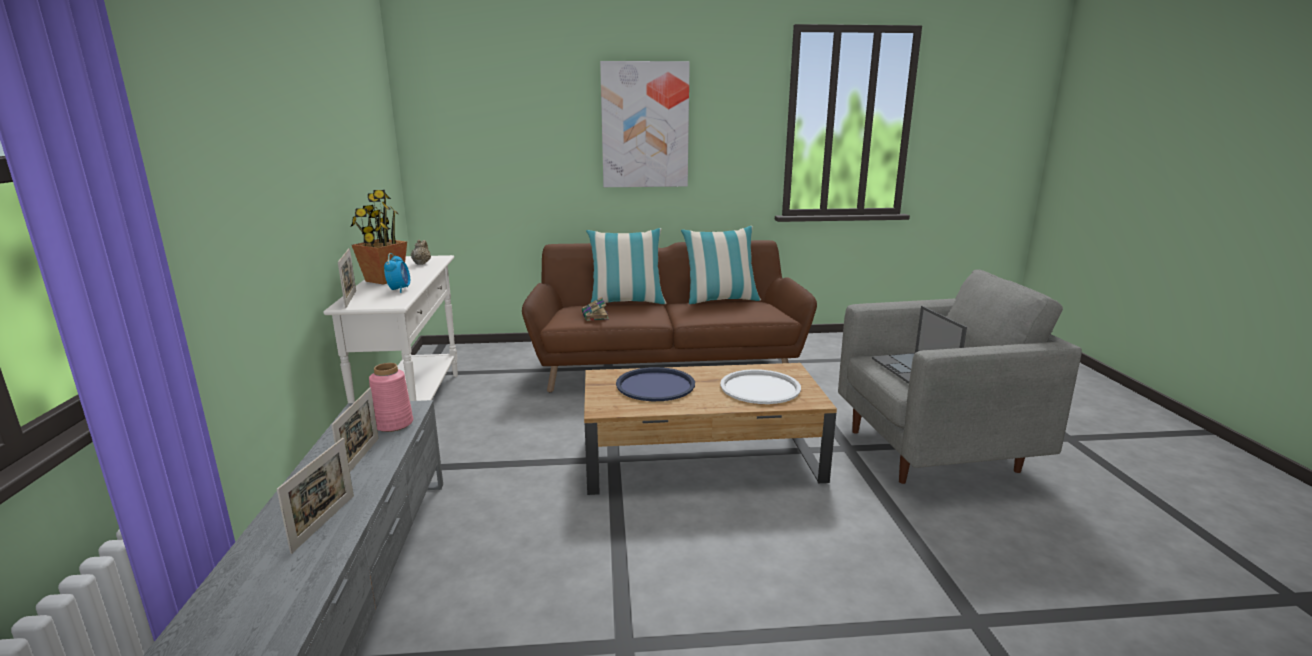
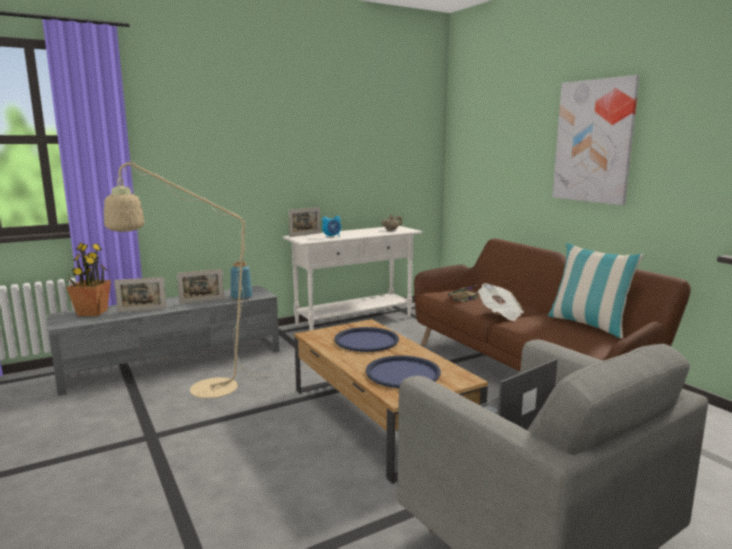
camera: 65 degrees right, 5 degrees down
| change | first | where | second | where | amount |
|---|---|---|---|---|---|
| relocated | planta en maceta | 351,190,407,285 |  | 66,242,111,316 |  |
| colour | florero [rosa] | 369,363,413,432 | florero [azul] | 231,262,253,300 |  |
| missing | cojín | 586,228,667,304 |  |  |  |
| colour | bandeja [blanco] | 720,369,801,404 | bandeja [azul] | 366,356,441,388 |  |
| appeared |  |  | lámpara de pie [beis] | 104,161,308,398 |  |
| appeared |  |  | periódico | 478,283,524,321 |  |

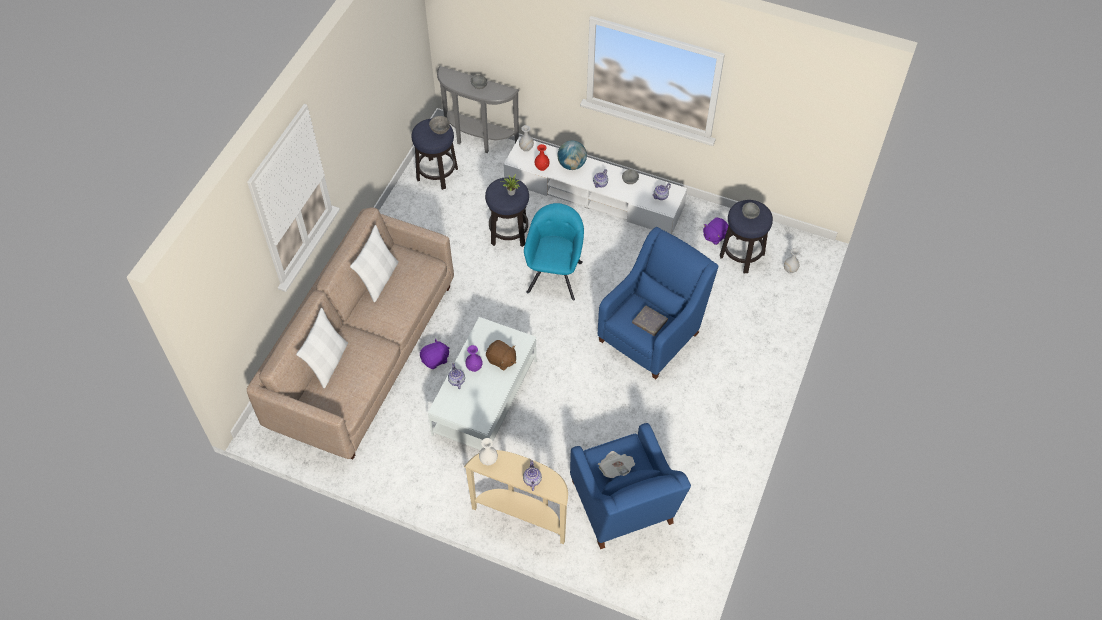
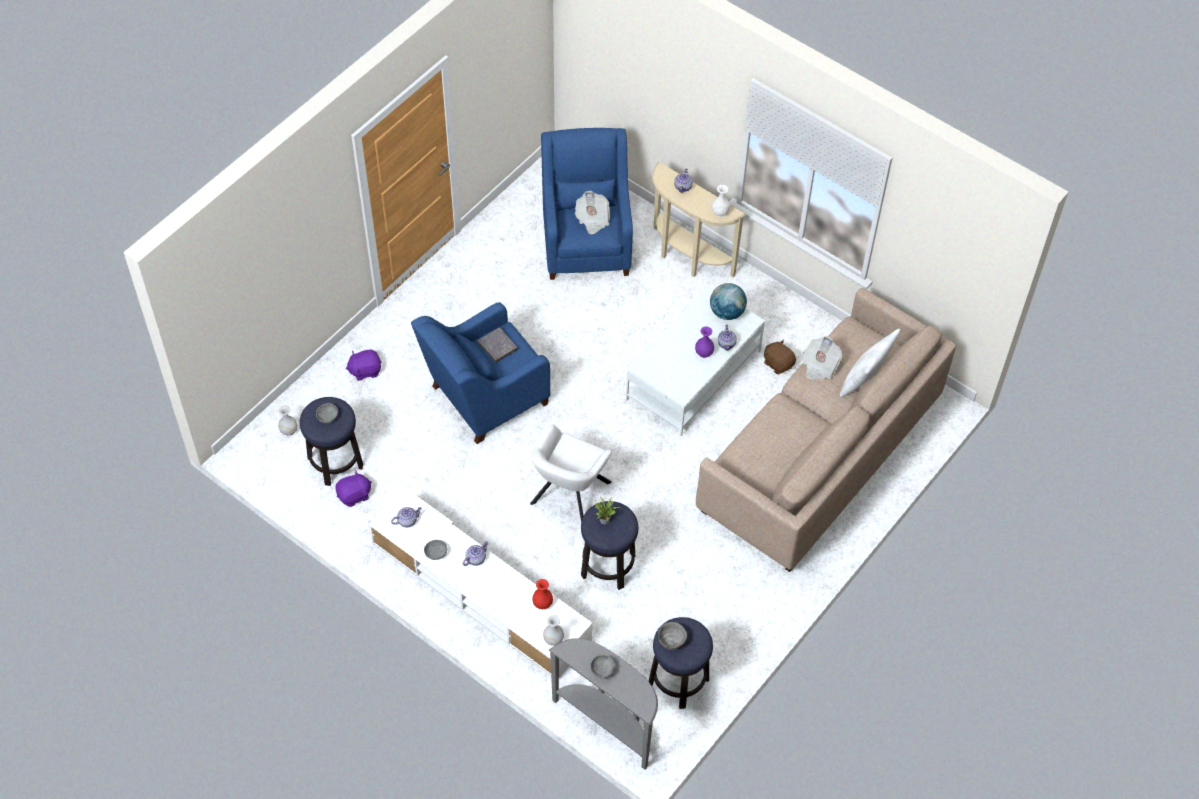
camera: 165 degrees left, 0 degrees up
| change | first | where | second | where | amount |
|---|---|---|---|---|---|
| missing | cojín [blanco] | 350,225,399,302 |  |  |  |
| relocated | peluche [morado] | 420,338,449,369 |  | 346,349,381,381 |  |
| relocated | peluche [marrón] | 486,340,516,371 |  | 764,340,796,374 |  |
| colour | sillón [turquesa] | 524,203,584,300 | sillón [blanco] | 530,424,612,522 |  |
| relocated | globo terráqueo | 557,141,587,170 |  | 710,283,747,320 |  |
| appeared |  |  | periódico | 803,336,842,380 |  |

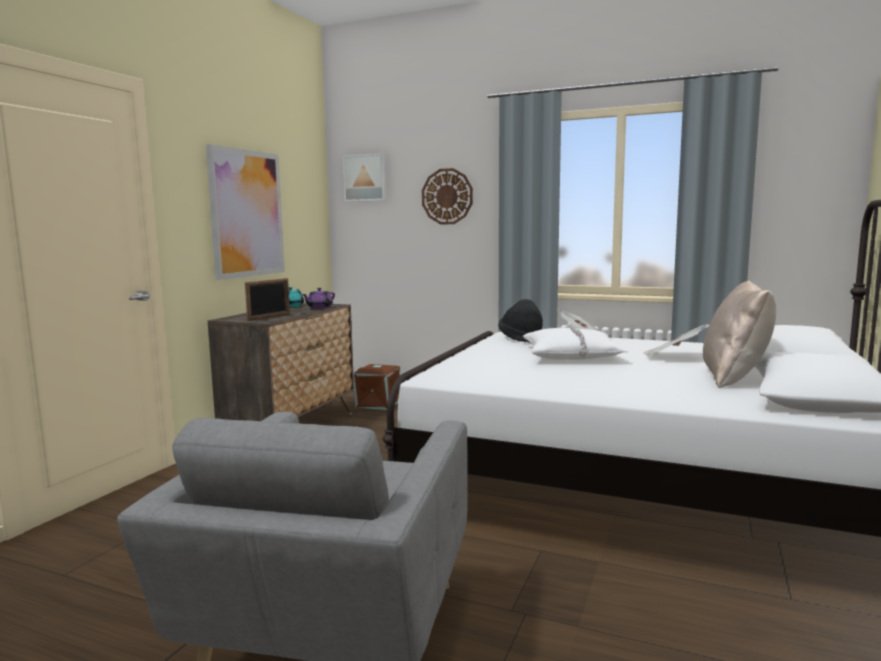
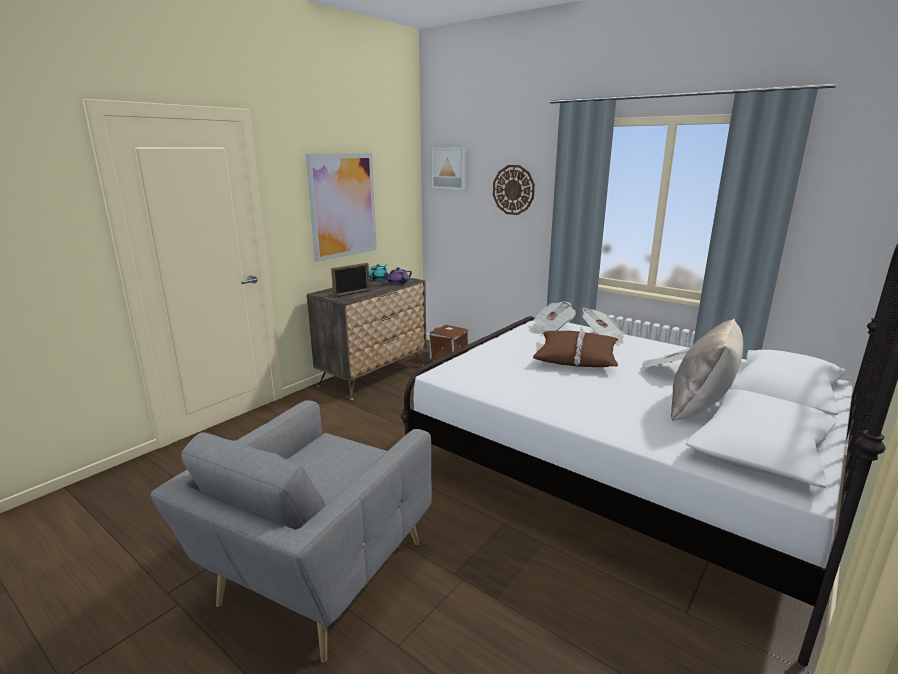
camera: 15 degrees right, 10 degrees up
| change | first | where | second | where | amount |
|---|---|---|---|---|---|
| exchanged | sombrero [negro] | 498,299,543,343 | periódico | 529,301,576,334 |  |
| colour | cojín [blanco] | 523,322,629,360 | cojín [marrón] | 533,327,618,367 |  |

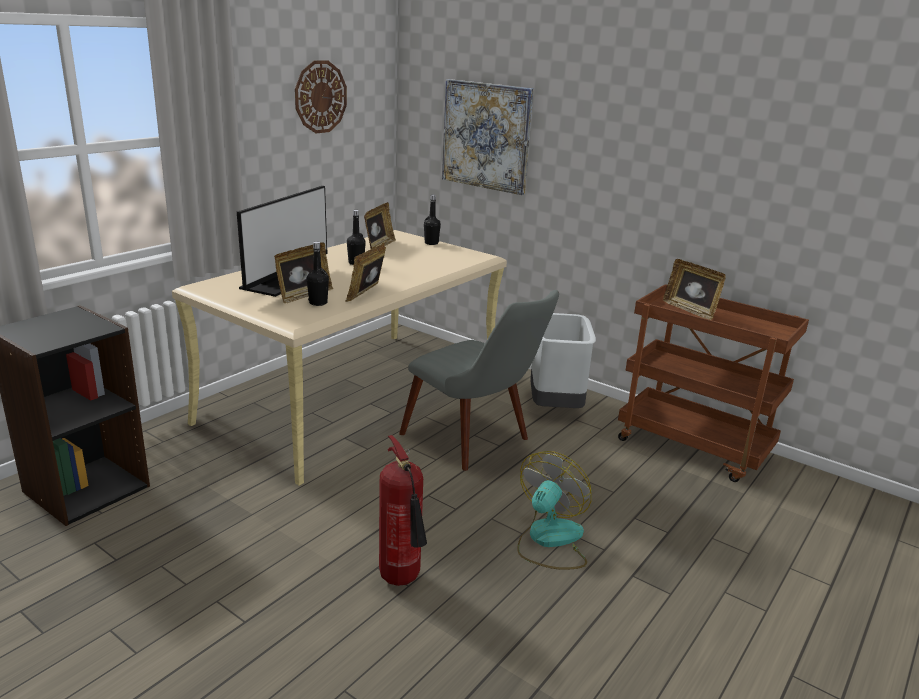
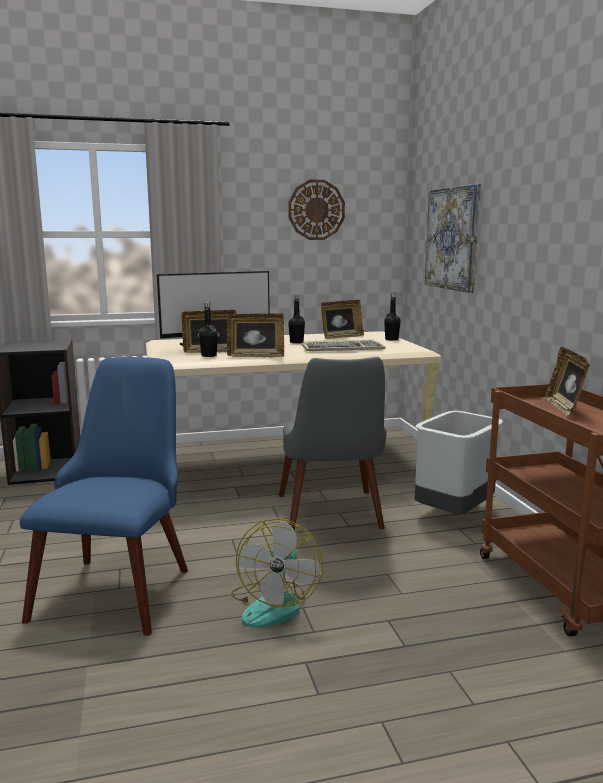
camera: 40 degrees right, 10 degrees down
| change | first | where | second | where | amount |
|---|---|---|---|---|---|
| spun | portarretratos | 345,242,386,302 |  | 227,313,284,357 | 150 degrees counterclockwise |
| exchanged | extintor | 379,435,427,586 | silla [azul] | 20,357,188,636 |  |
| spun | ventilador | 517,451,592,570 |  | 231,518,323,628 | 120 degrees clockwise |
| appeared |  |  | teclado | 302,340,385,351 |  |

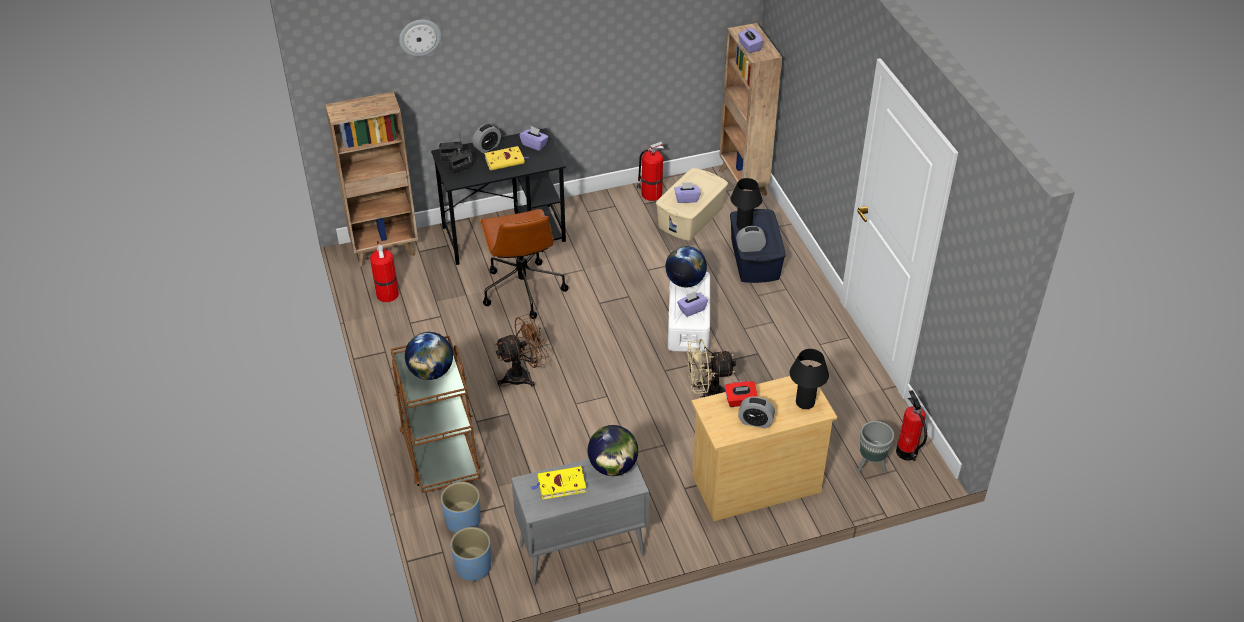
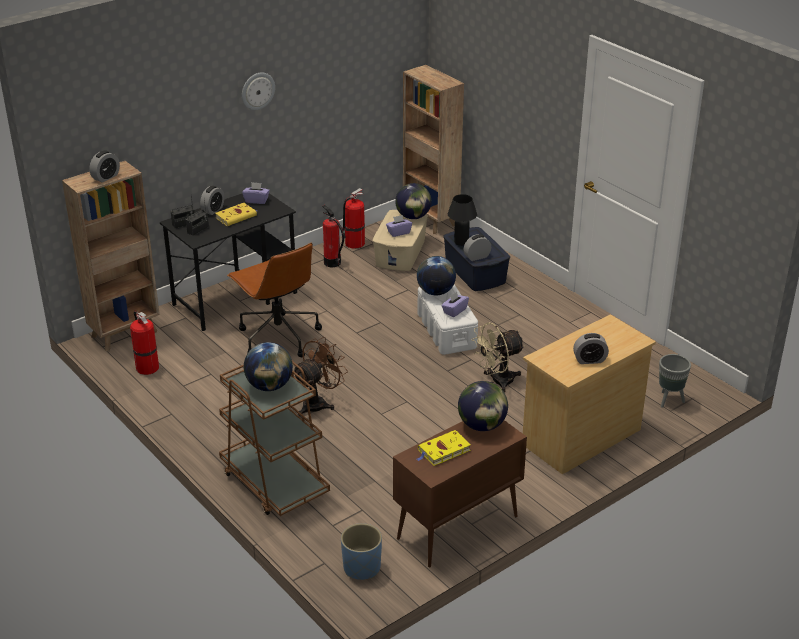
camera: 20 degrees left, 10 degrees down
| change | first | where | second | where | amount |
|---|---|---|---|---|---|
| relocated | reloj de pared | 399,20,441,56 |  | 242,73,275,110 |  |
| missing | maceta [azul] | 441,482,481,533 |  |  |  |
| colour | armario [gris] | 511,459,649,586 | armario [marrón] | 393,420,527,568 |  |
| missing | caja de pañuelos [rojo] | 724,381,758,407 |  |  |  |
| missing | caja de pañuelos [morado] | 738,28,763,53 |  |  |  |
| missing | lámpara de mesa [negro] | 790,349,829,409 |  |  |  |
| relocated | extintor | 896,390,927,461 |  | 322,205,344,267 |  |
| appeared |  |  | despertador | 89,150,120,183 |  |
| appeared |  |  | globo terráqueo | 395,183,431,219 |  |

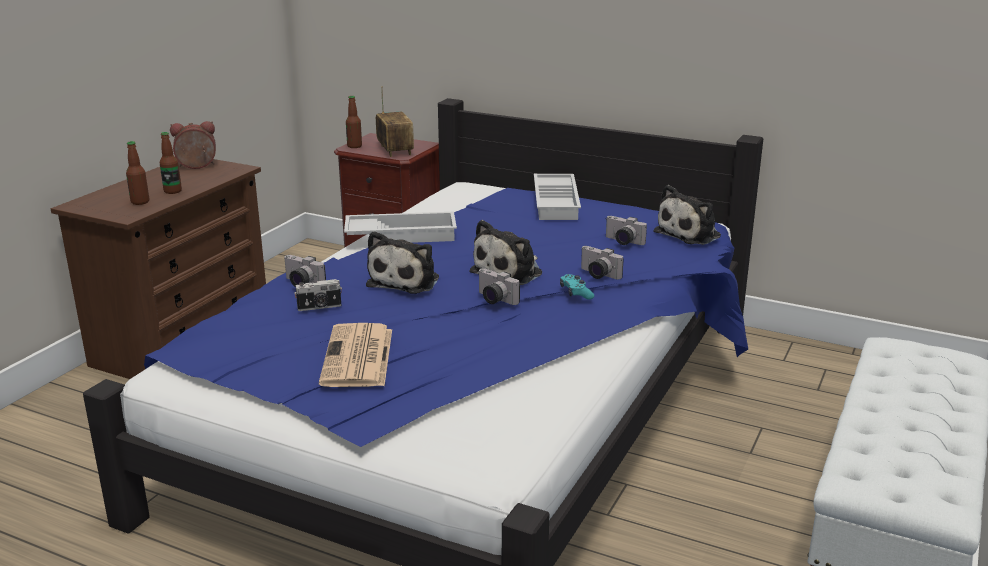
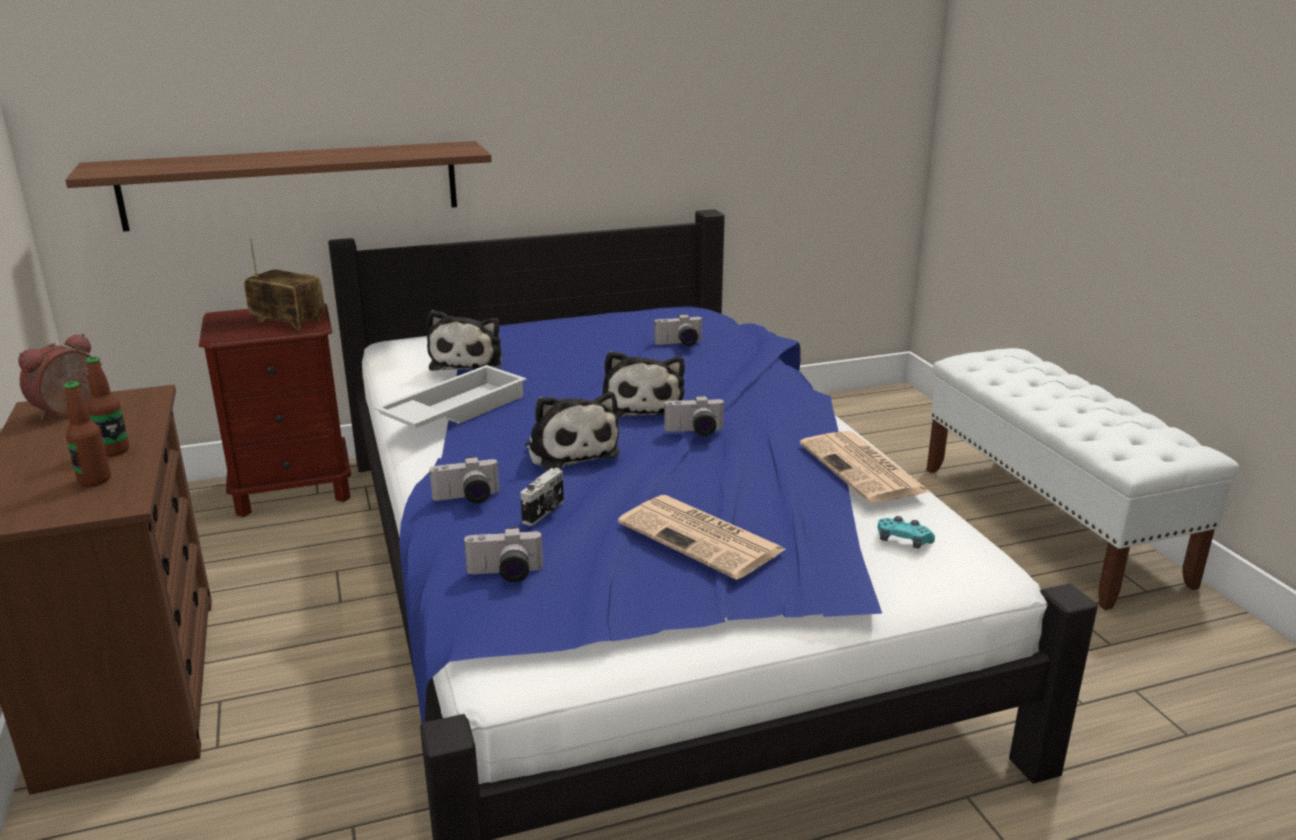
camera: 45 degrees left, 0 degrees up
| change | first | where | second | where | amount |
|---|---|---|---|---|---|
| missing | botella | 346,96,362,148 |  |  |  |
| missing | bandeja [blanco] | 534,174,581,220 |  |  |  |
| relocated | mando de consola [turquesa] | 560,274,594,300 |  | 878,516,935,549 |  |
| relocated | cámara | 581,246,624,279 |  | 463,527,543,582 |  |
| relocated | peluche | 653,185,721,245 |  | 427,310,502,371 |  |
| appeared |  |  | estante | 65,141,492,232 |  |
| appeared |  |  | periódico | 800,431,930,503 |  |

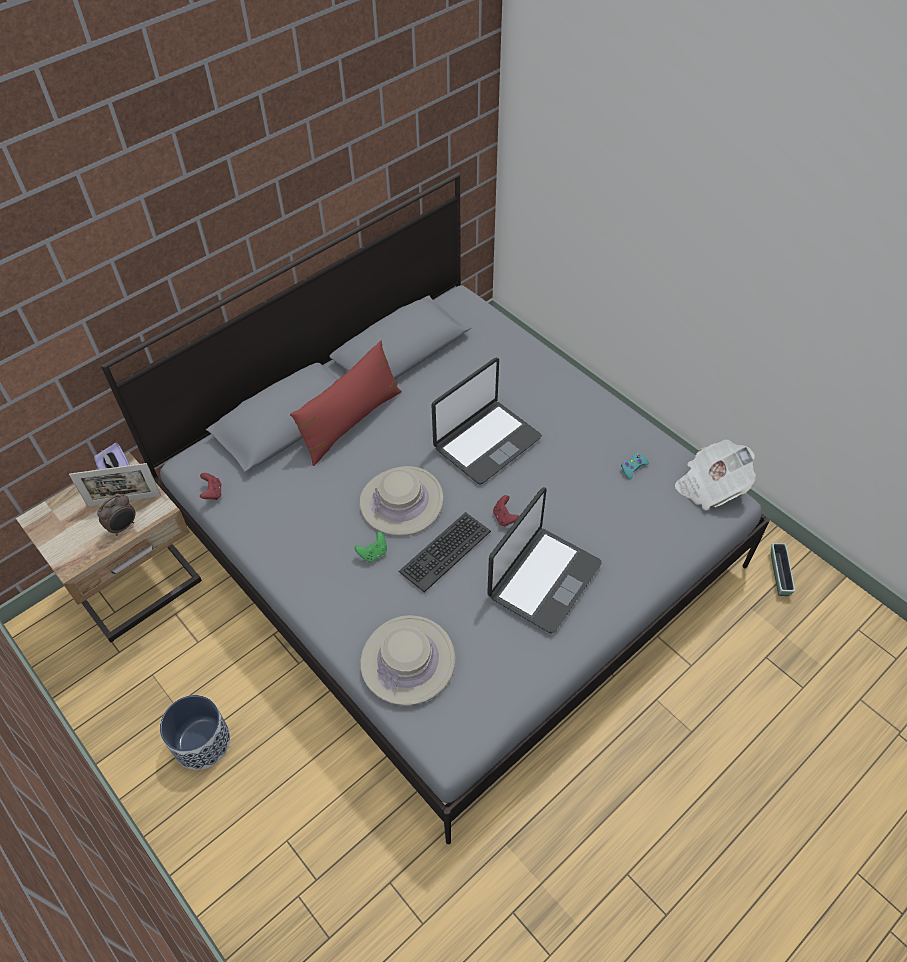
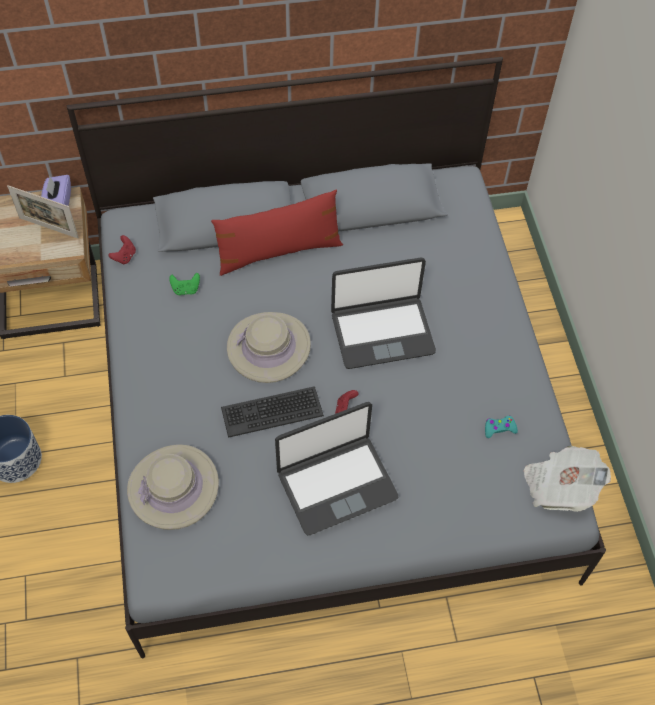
camera: 30 degrees right, 5 degrees up
| change | first | where | second | where | amount |
|---|---|---|---|---|---|
| missing | despertador | 97,494,135,536 |  |  |  |
| relocated | mando de consola [verde] | 355,531,387,562 |  | 169,273,200,295 |  |
| missing | maceta | 771,543,795,596 |  |  |  |

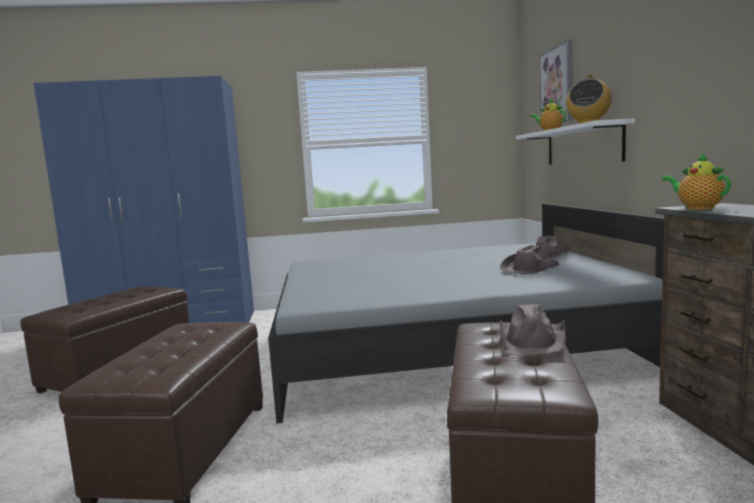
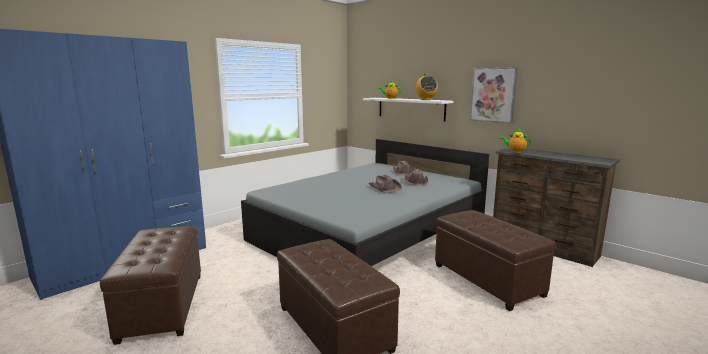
camera: 40 degrees left, 5 degrees up
| change | first | where | second | where | amount |
|---|---|---|---|---|---|
| relocated | sombrero [marrón] | 500,305,566,356 |  | 369,175,402,193 |  |
| relocated | cuadro | 540,39,573,127 |  | 470,67,518,123 |  |

